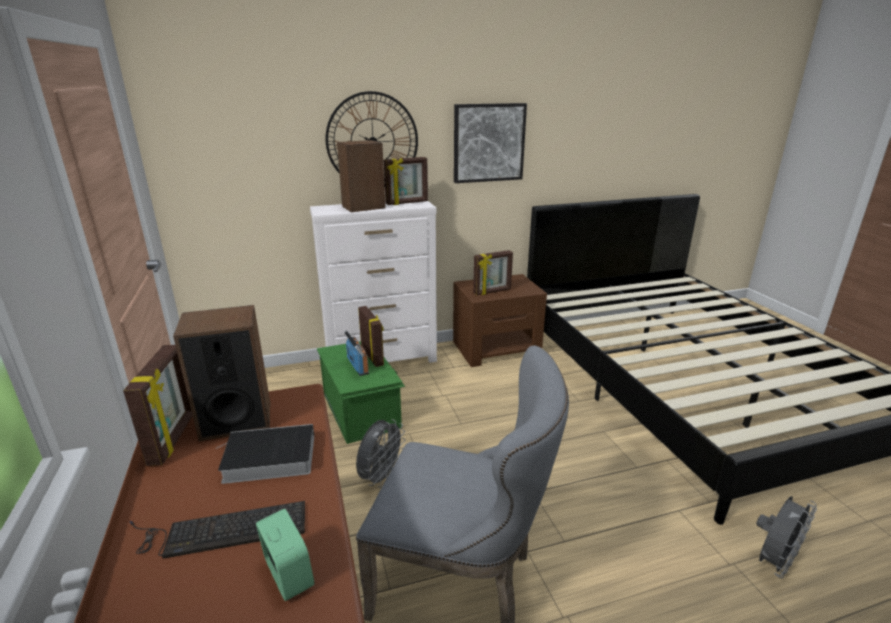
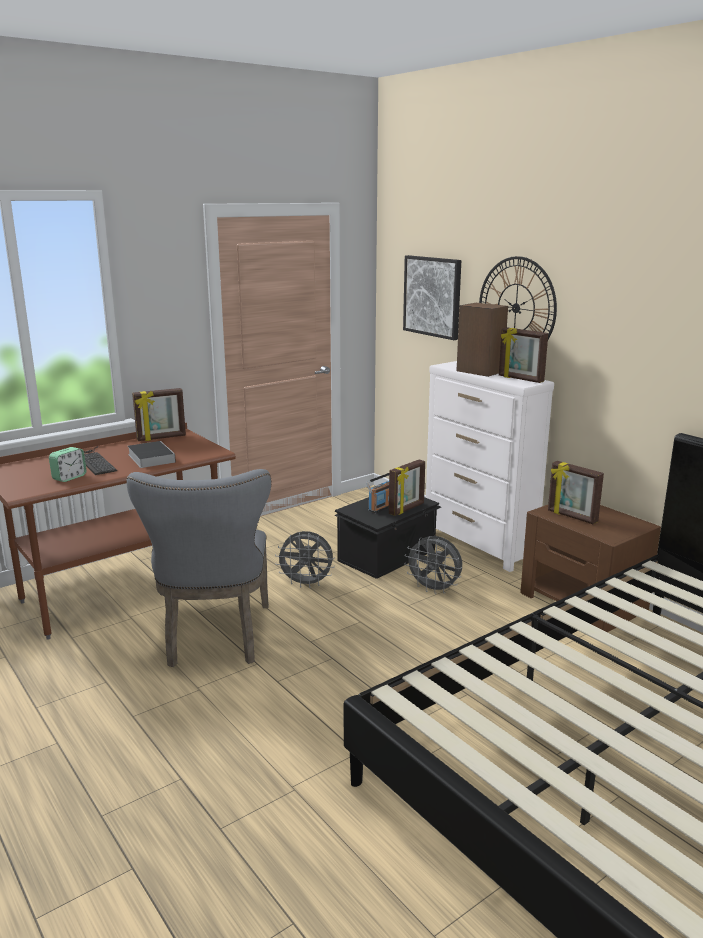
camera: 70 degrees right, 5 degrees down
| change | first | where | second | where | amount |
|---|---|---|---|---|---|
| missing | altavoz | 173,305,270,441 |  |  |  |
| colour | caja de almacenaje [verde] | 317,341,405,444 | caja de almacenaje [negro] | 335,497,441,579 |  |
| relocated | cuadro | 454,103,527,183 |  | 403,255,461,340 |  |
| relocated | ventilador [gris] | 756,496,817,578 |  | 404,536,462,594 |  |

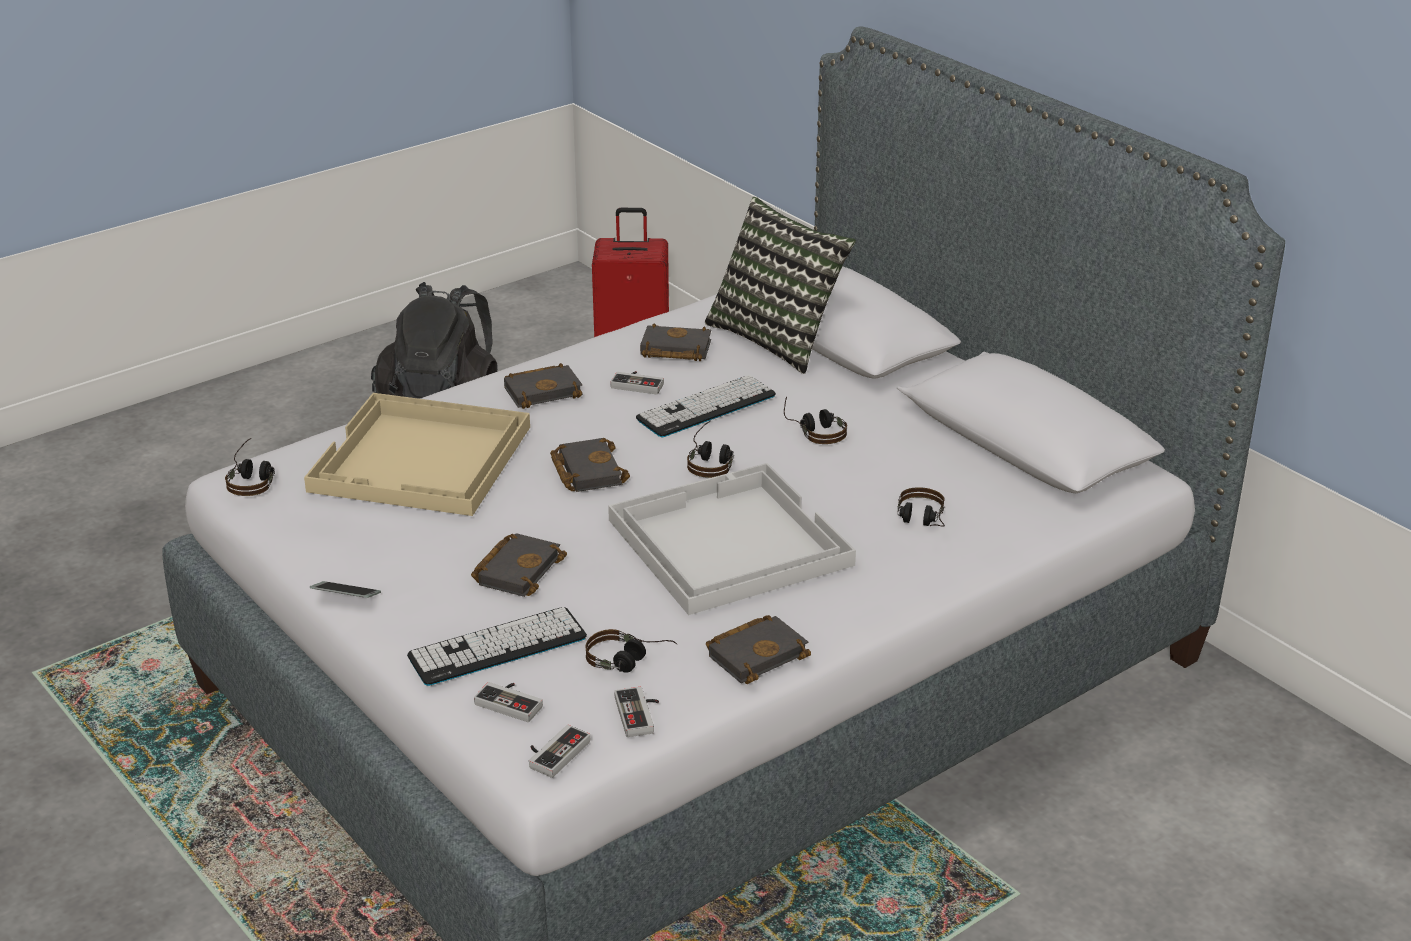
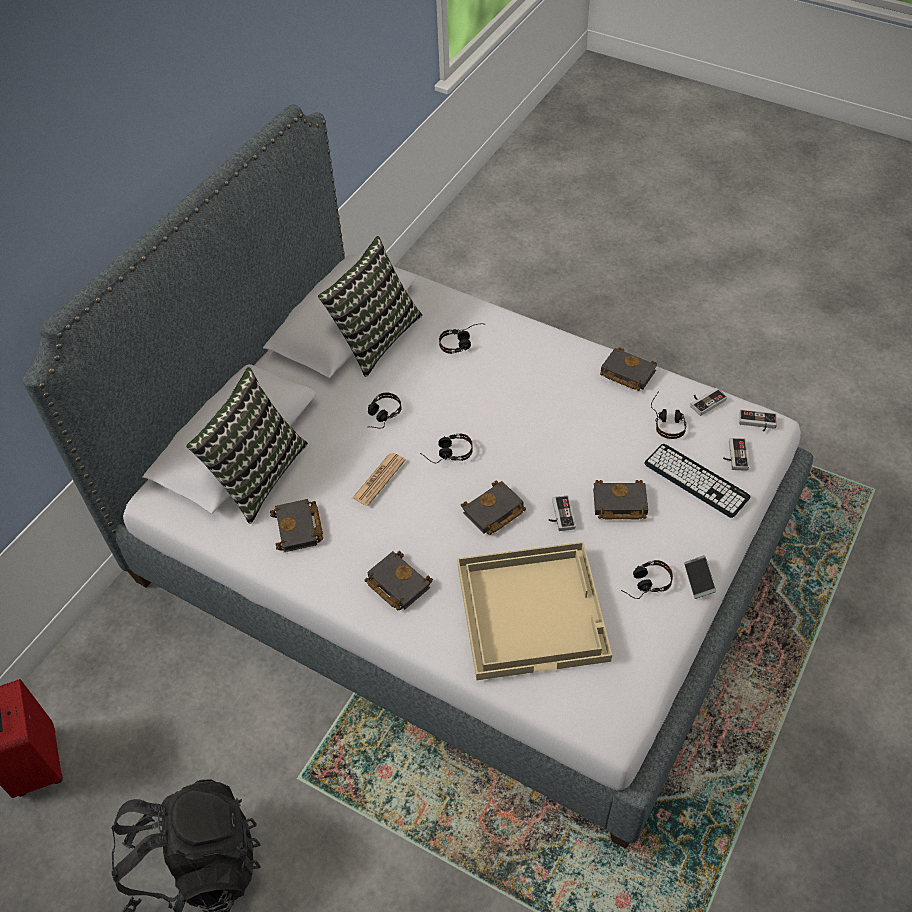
camera: 110 degrees left, 20 degrees up
| change | first | where | second | where | amount |
|---|---|---|---|---|---|
| relocated | auriculares | 225,438,275,496 |  | 621,560,673,599 |  |
| missing | bandeja [blanco] | 608,463,856,615 |  |  |  |
| relocated | mando de consola | 610,371,664,394 |  | 549,495,575,531 |  |
| exchanged | teclado | 636,375,776,437 | periódico | 352,453,406,506 |  |
| appeared |  |  | cojín | 318,236,422,377 |  |

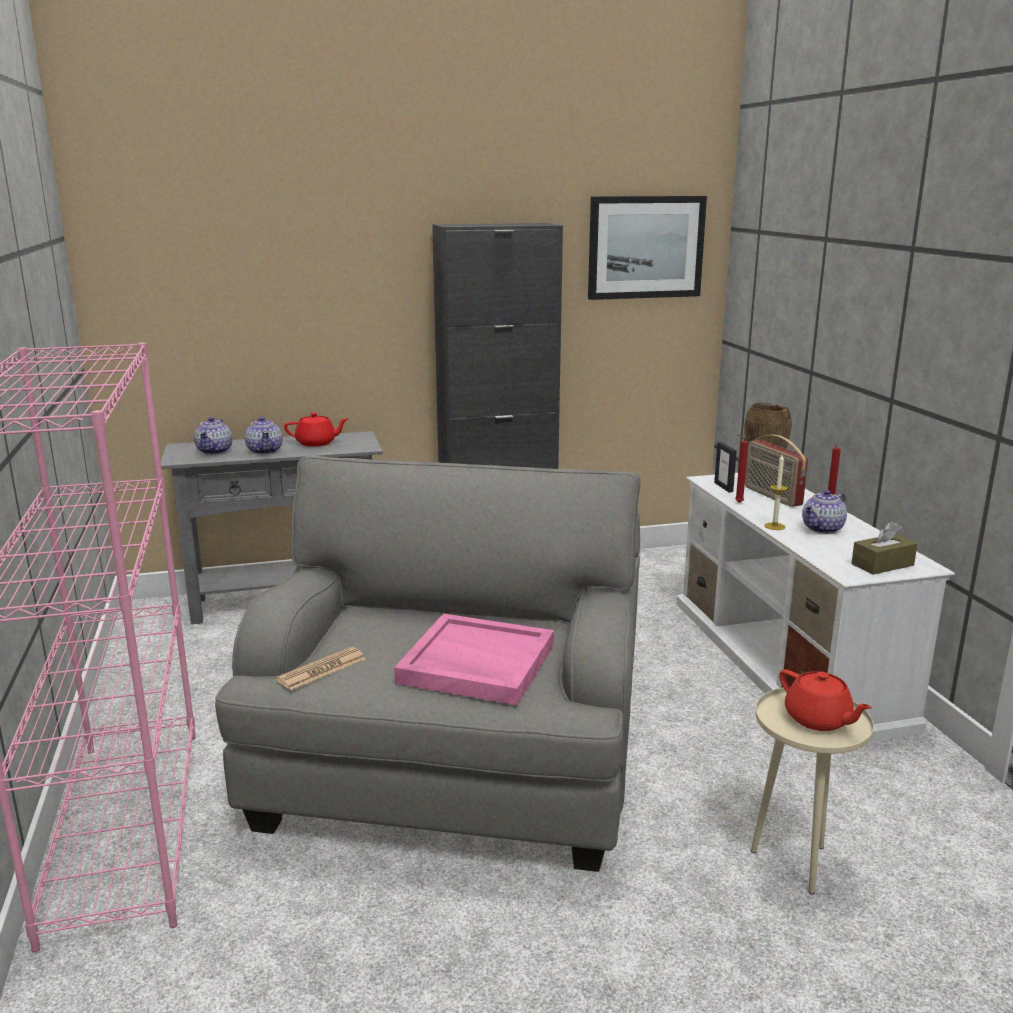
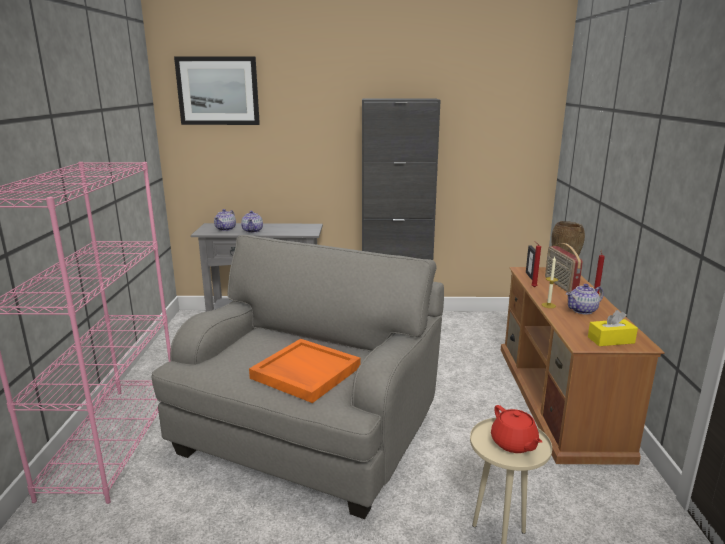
camera: 15 degrees right, 0 degrees up
| change | first | where | second | where | amount |
|---|---|---|---|---|---|
| missing | periódico | 276,647,366,690 |  |  |  |
| missing | tetera [rojo] | 284,412,348,447 |  |  |  |
| colour | bandeja [rosa] | 394,613,554,705 | bandeja [naranja] | 249,339,361,403 |  |
| relocated | cuadro | 588,196,707,300 |  | 174,57,260,125 |  |
| colour | mueble de televisión [blanco] | 676,473,955,744 | mueble de televisión [marrón] | 501,267,665,465 |  |
| colour | caja de pañuelos [marrón] | 851,521,917,574 | caja de pañuelos [amarillo] | 588,310,638,346 |  |

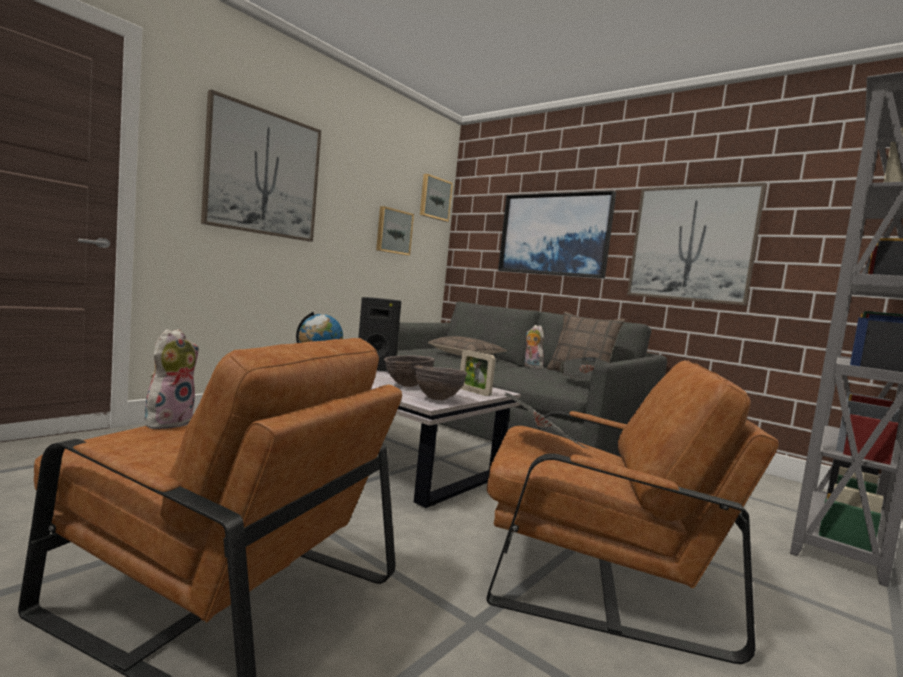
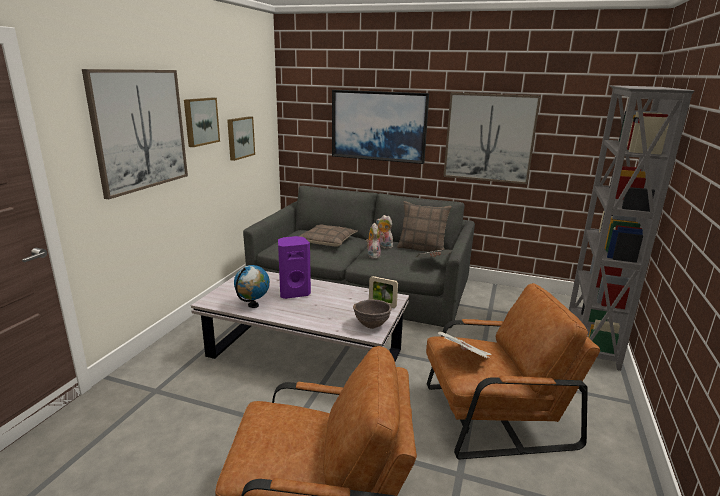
camera: 20 degrees left, 15 degrees up
| change | first | where | second | where | amount |
|---|---|---|---|---|---|
| relocated | peluche | 144,329,199,429 |  | 366,223,381,259 |  |
| colour | altavoz [negro] | 358,297,401,372 | altavoz [morado] | 278,236,311,299 |  |
| missing | cuenco [marrón] | 384,355,435,387 |  |  |  |
| relocated | cuadro | 420,174,453,222 |  | 184,98,220,147 |  |

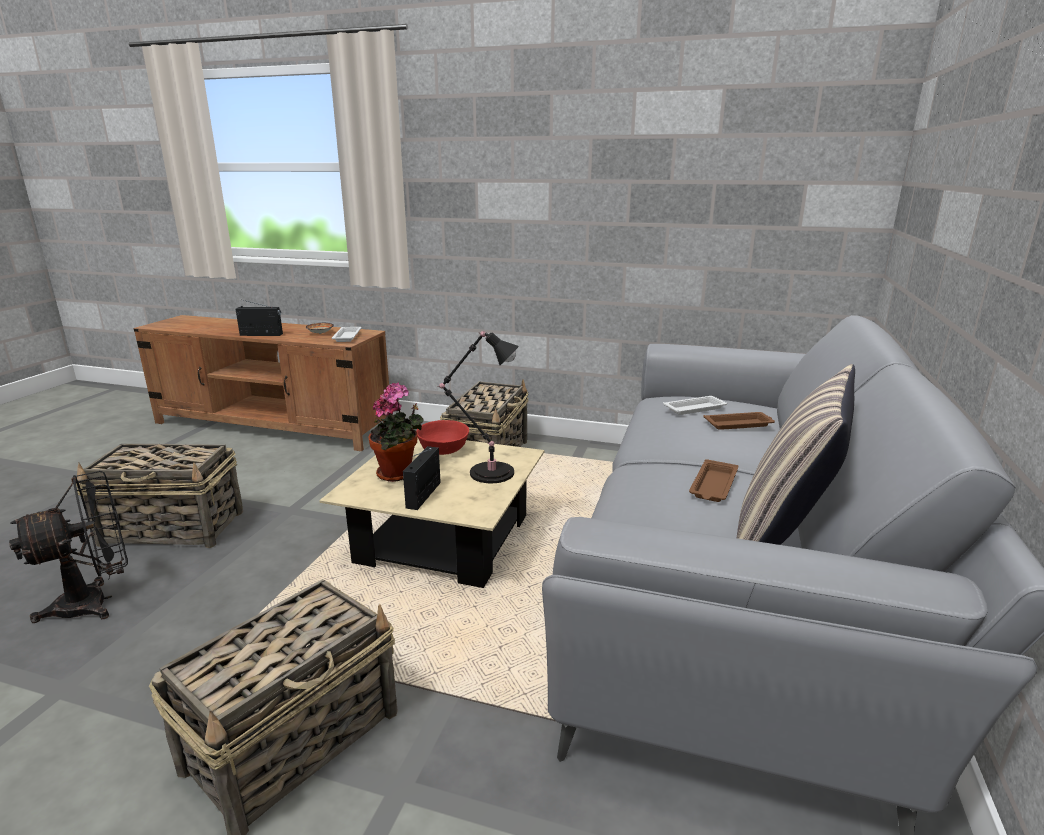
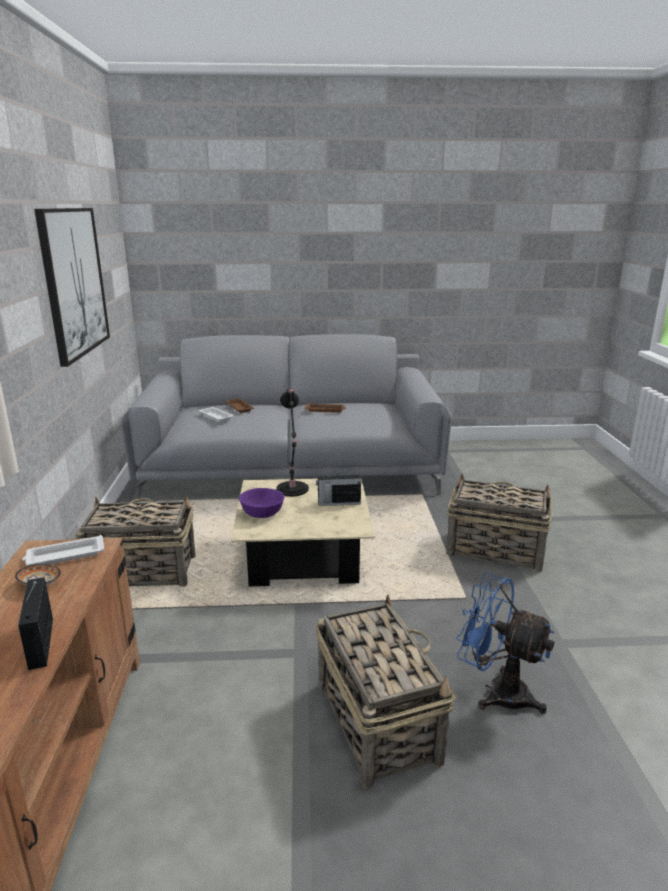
camera: 110 degrees left, 0 degrees up
| change | first | where | second | where | amount |
|---|---|---|---|---|---|
| colour | ventilador [negro] | 9,471,128,623 | ventilador [azul] | 456,573,554,714 |  |
| missing | planta en maceta | 368,382,424,482 |  |  |  |
| colour | cuenco [rojo] | 416,420,469,455 | cuenco [morado] | 239,488,284,518 |  |
| missing | cojín | 737,364,855,545 |  |  |  |
| appeared |  |  | cuadro | 34,208,110,367 |  |

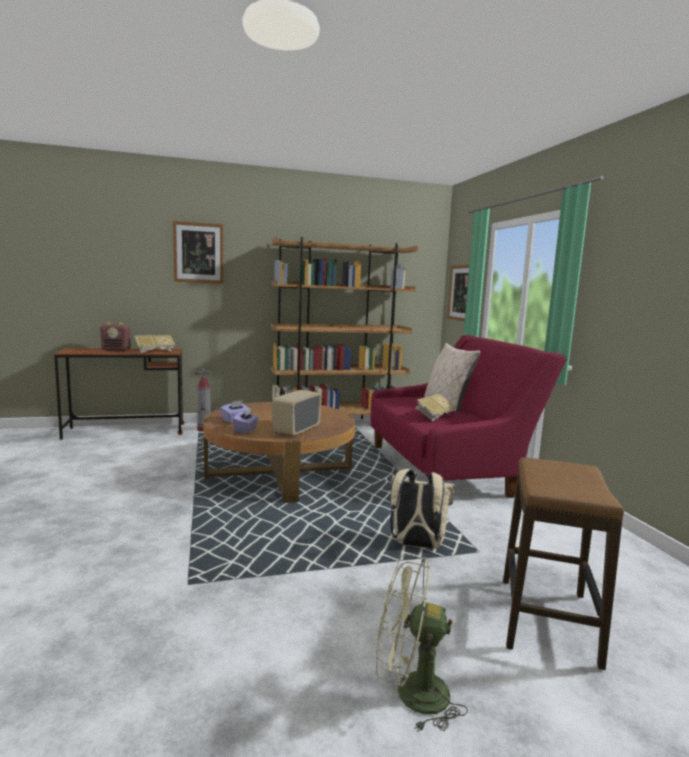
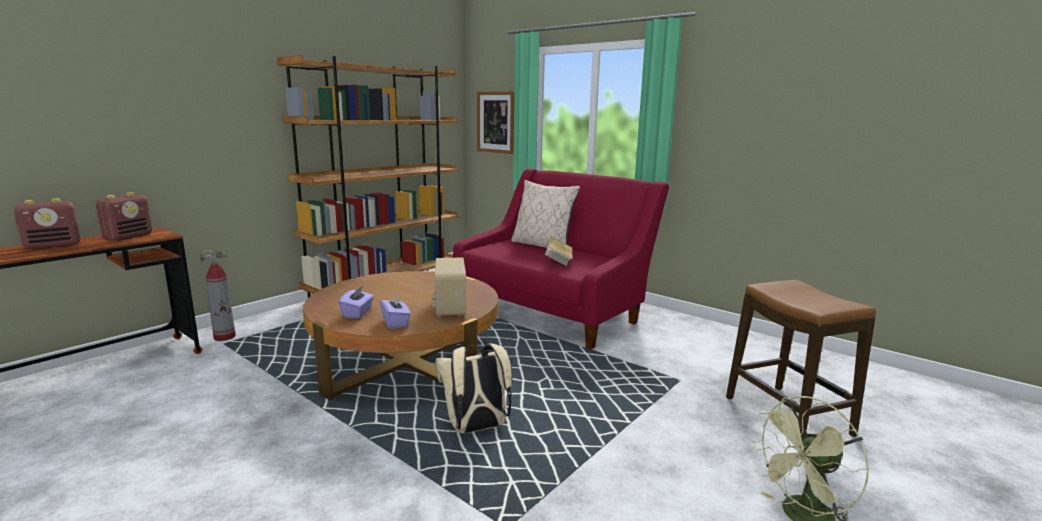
camera: 35 degrees left, 5 degrees up
| change | first | where | second | where | amount |
|---|---|---|---|---|---|
| exchanged | libro | 134,335,176,353 | radio | 96,192,152,241 |  |
| missing | cuadro | 173,221,223,284 |  |  |  |
| relocated | mochila [beis] | 390,469,454,549 |  | 435,343,513,434 |  |

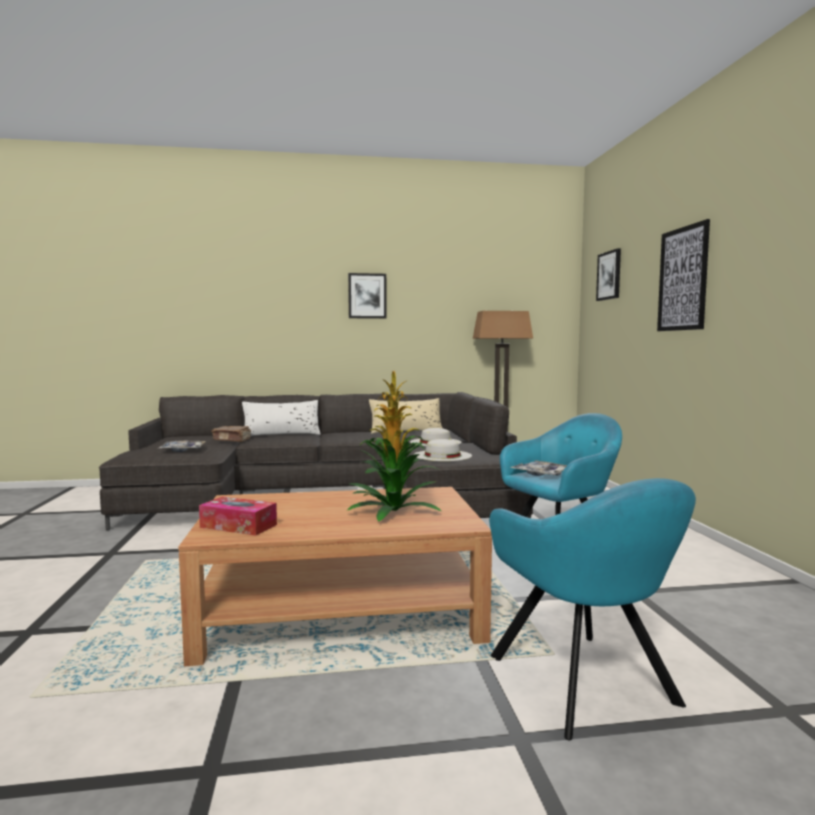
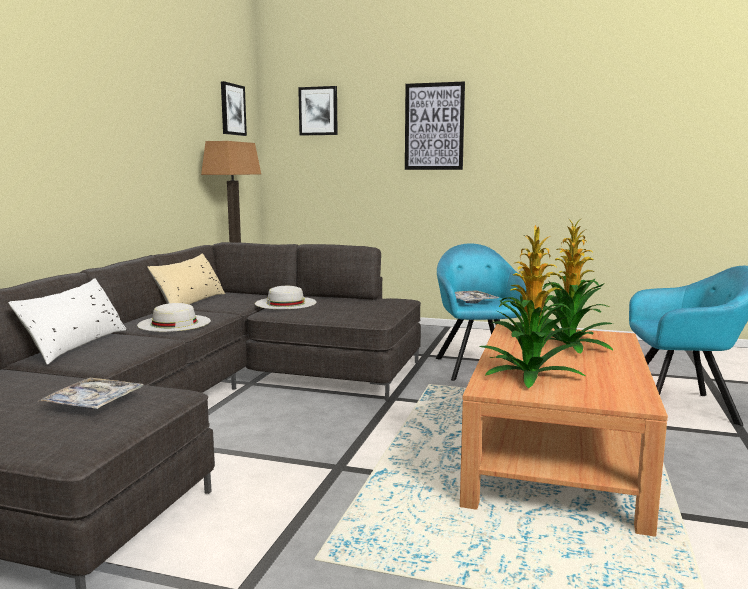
camera: 65 degrees left, 5 degrees up
| change | first | where | second | where | amount |
|---|---|---|---|---|---|
| missing | caja de pañuelos | 199,496,277,536 |  |  |  |
| missing | libro [marrón] | 211,426,251,442 |  |  |  |
| relocated | cuadro | 348,273,387,319 |  | 221,81,247,136 |  |
| relocated | sombrero [blanco] | 414,439,472,461 |  | 137,303,211,332 |  |
| appeared |  |  | planta en maceta | 479,225,585,388 |  |

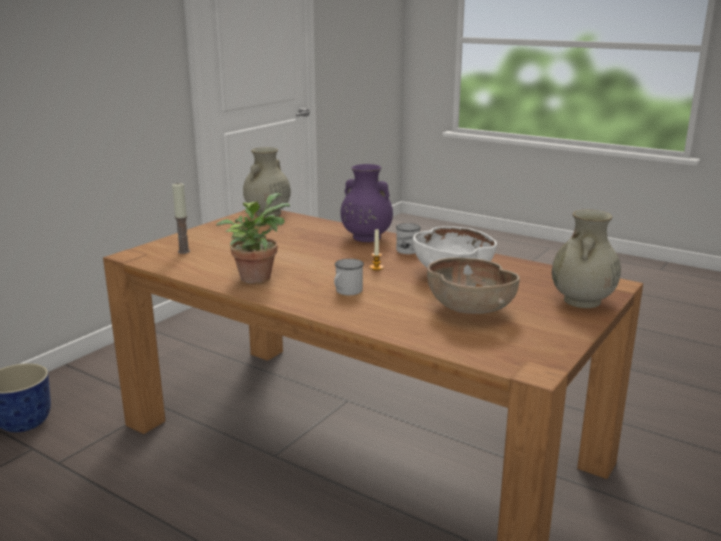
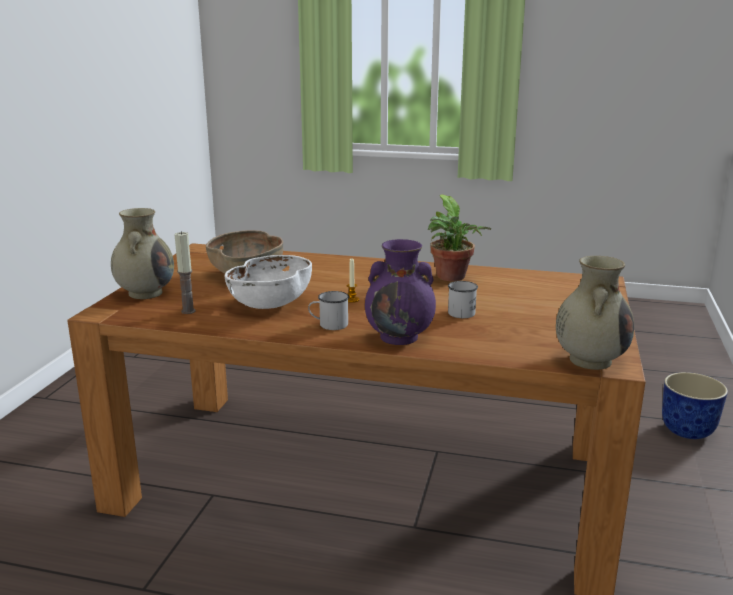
camera: 160 degrees right, 0 degrees up
| change | first | where | second | where | amount |
|---|---|---|---|---|---|
| relocated | vela | 172,182,190,254 |  | 174,231,196,314 |  |
| relocated | taza grande [blanco] | 334,259,364,295 |  | 448,281,478,318 |  |

